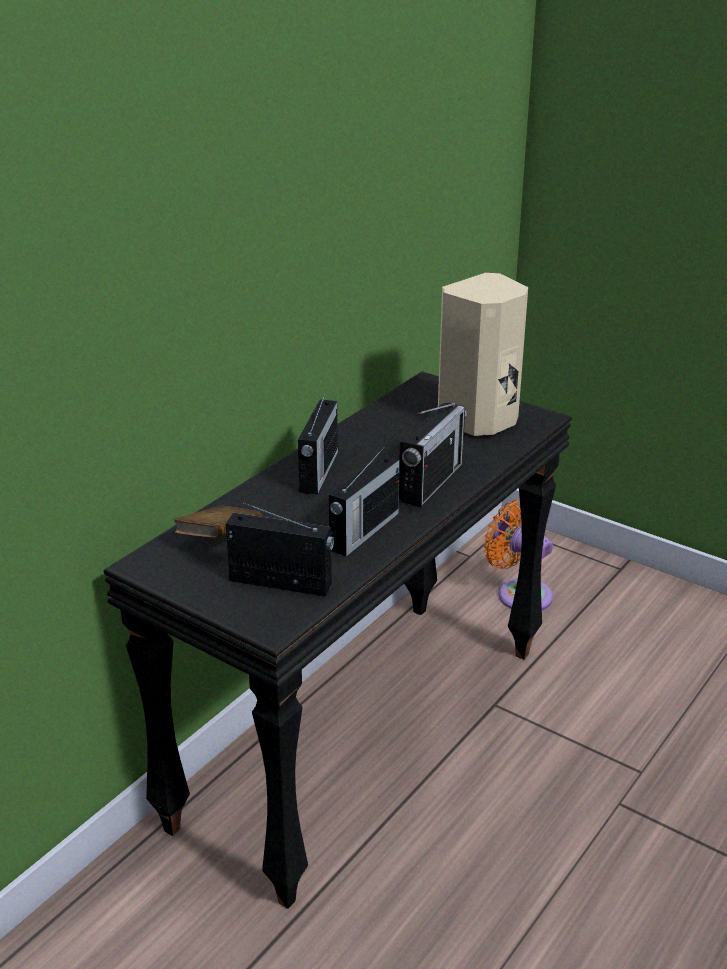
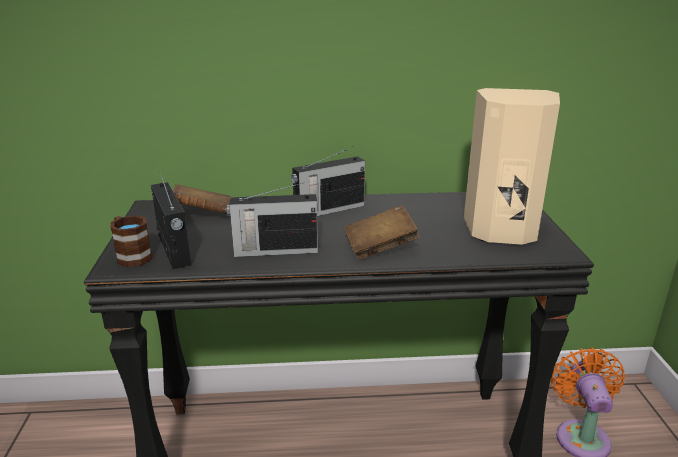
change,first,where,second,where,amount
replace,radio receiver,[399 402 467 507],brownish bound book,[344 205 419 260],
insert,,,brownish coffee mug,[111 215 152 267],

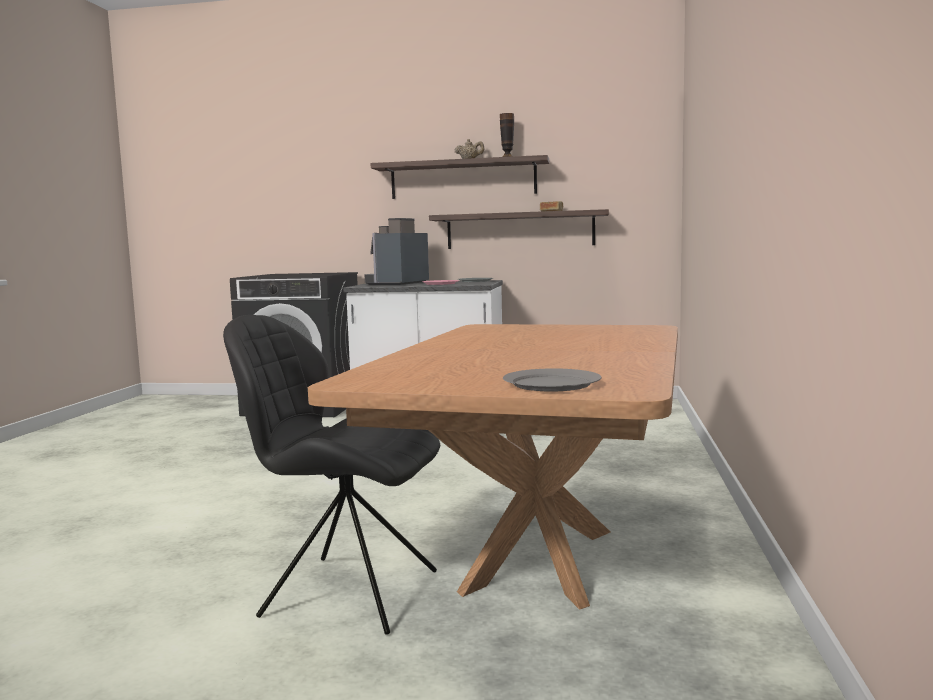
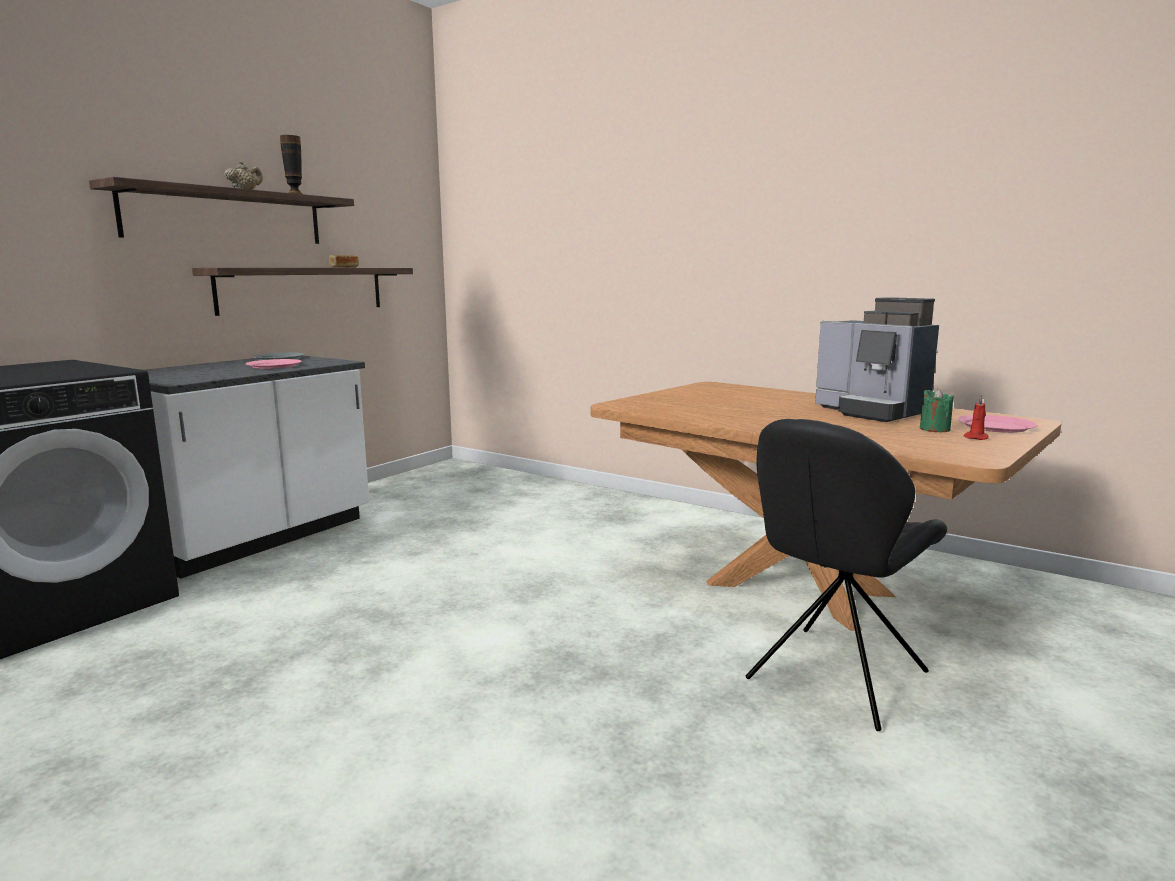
change,first,where,second,where,amount
move,coffee maker,[364 218 429 285],,[815 297 939 422],
recolor,greyish dinner plate,[503 368 602 391],pinkish dinner plate,[957 415 1037 433],
insert,,,green candle,[920 388 954 432],
insert,,,red-coloured candle,[963 395 989 440],

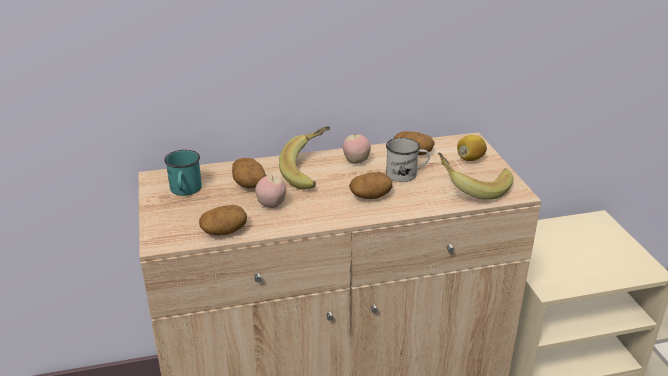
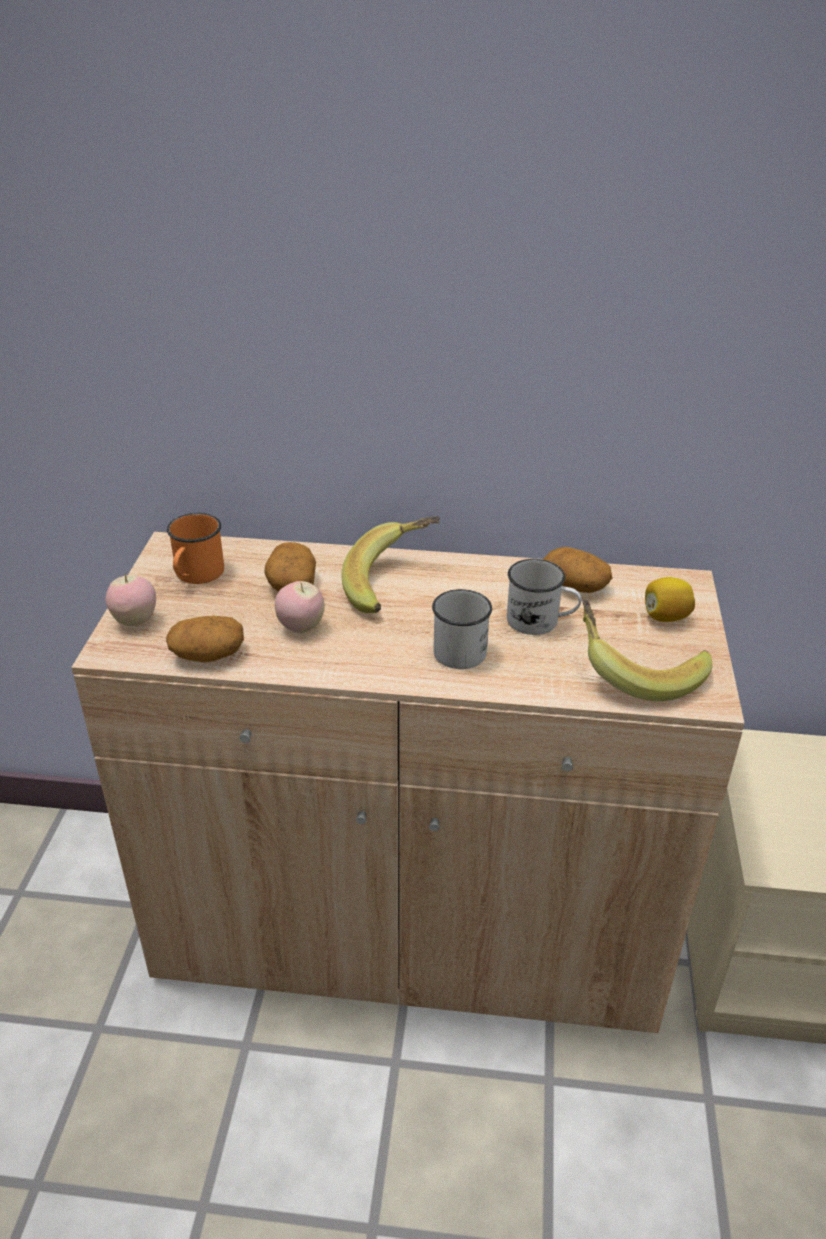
change,first,where,second,where,amount
move,whole apple,[343 132 371 164],,[105 573 156 626],
recolor,turquoise-coloured coffee mug,[164 150 202 196],orange-coloured coffee mug,[167 513 224 584],
replace,potato,[349 172 393 199],white coffee mug,[432 589 492 669],

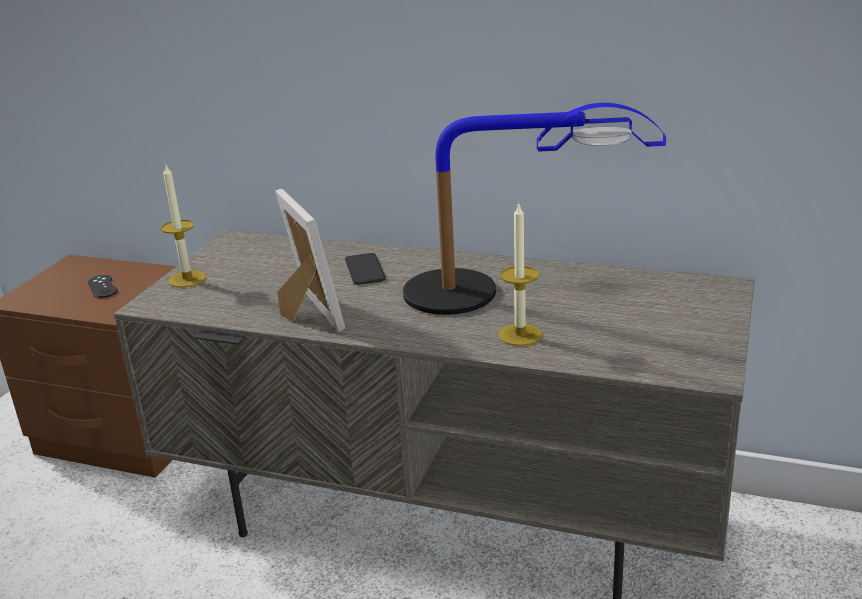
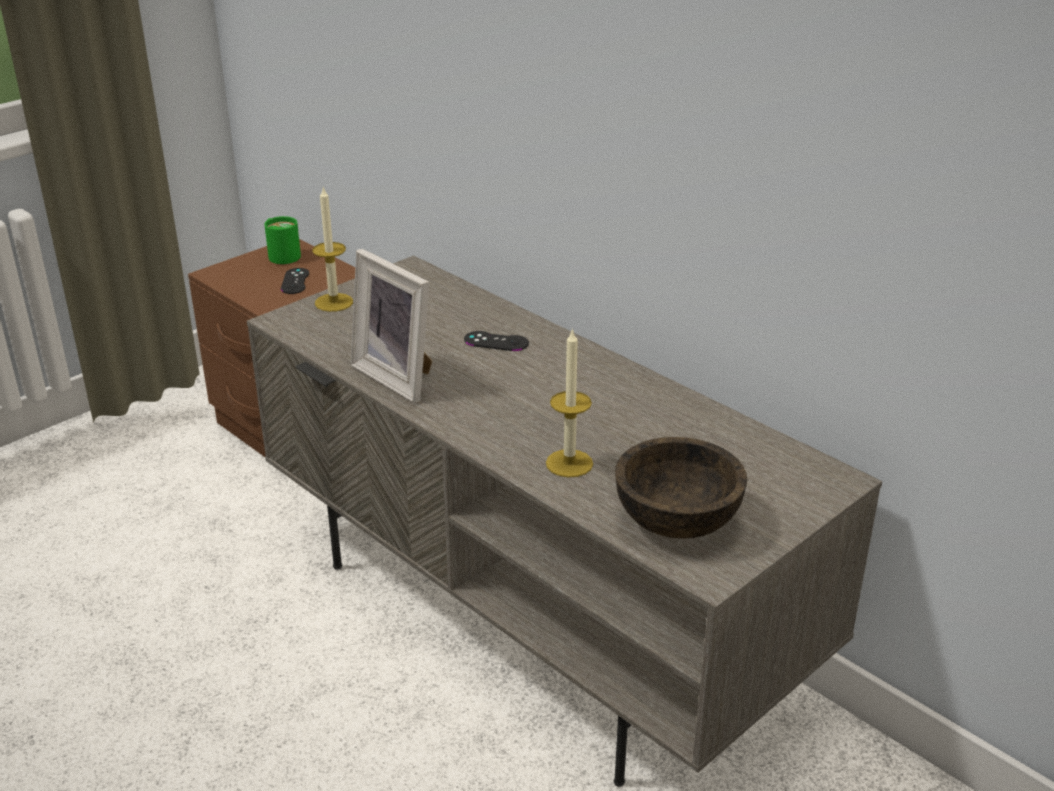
change,first,where,second,where,amount
delete,tabletop lamp,[403 103 666 315],,,
rotate,picture frame,[275 189 345 332],,[351 249 432 403],135 degrees clockwise
replace,telephone,[345 253 386 285],black joypad,[464 331 529 351],
insert,,,green coffee mug,[264 216 301 264],
insert,,,brownish bowl,[615 437 747 539],

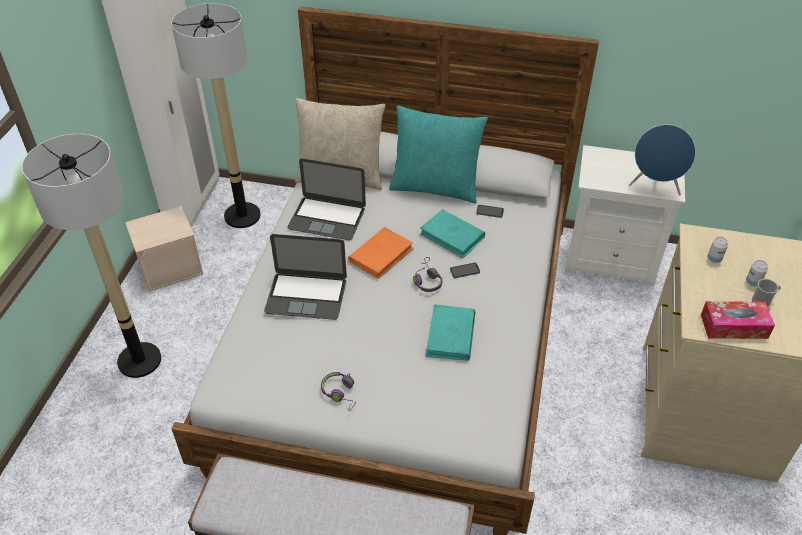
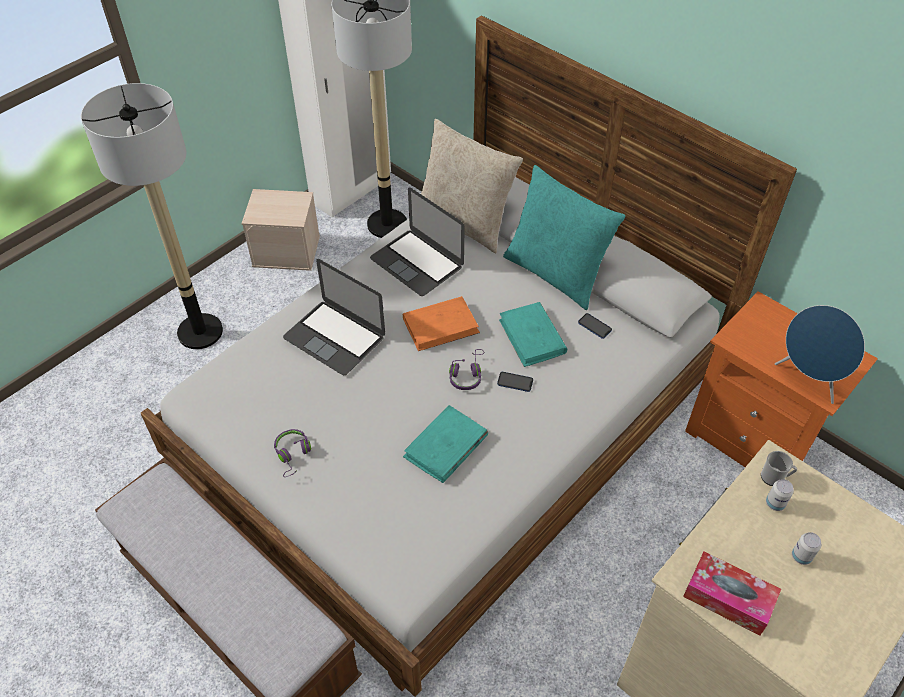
change,first,where,second,where,amount
recolor,white nightstand,[565 145 685 286],orange-coloured nightstand,[685 291 878 467],
move,coffee mug,[752 279 781 307],,[761 451 797 486],

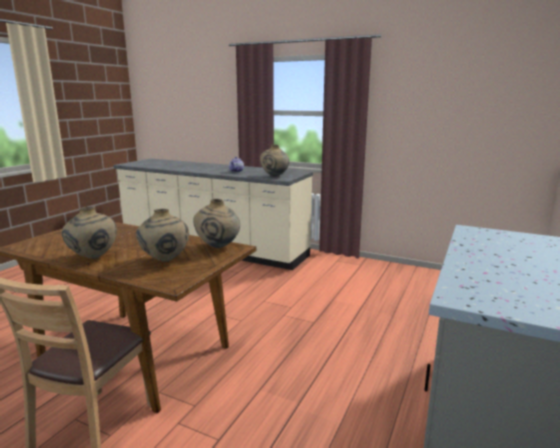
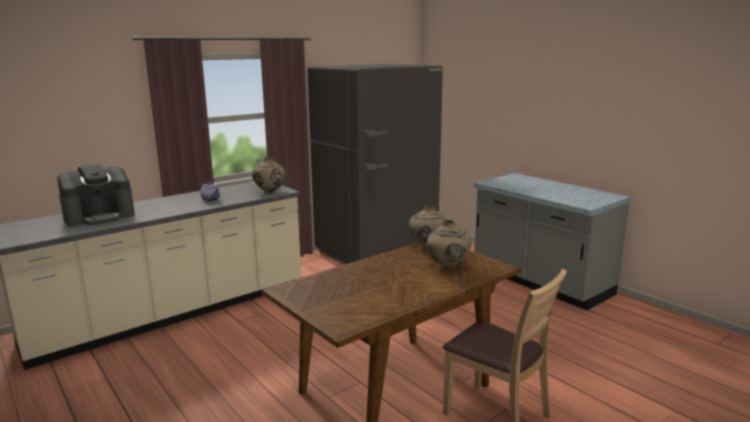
change,first,where,second,where,amount
delete,beige-coloured flower vase,[62 207 117 259],,,
insert,,,greyish fridge,[308 64 443 264],
insert,,,coffee maker,[57 164 135 227],

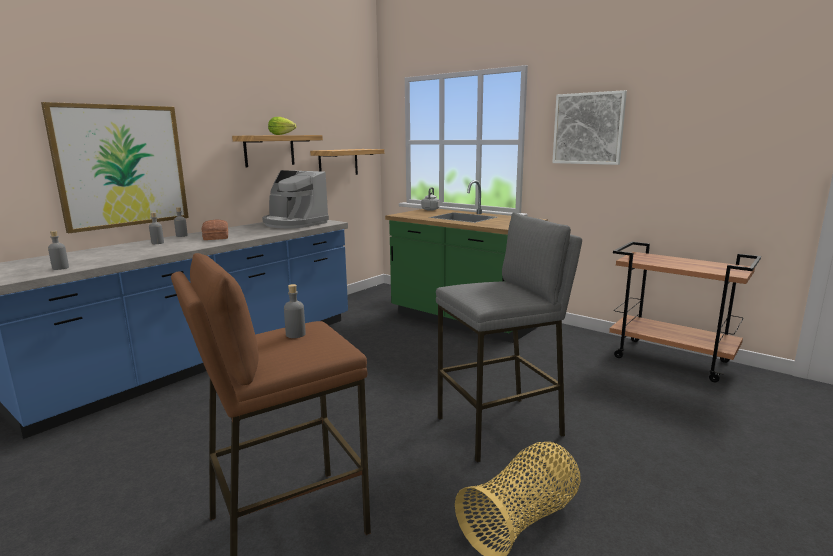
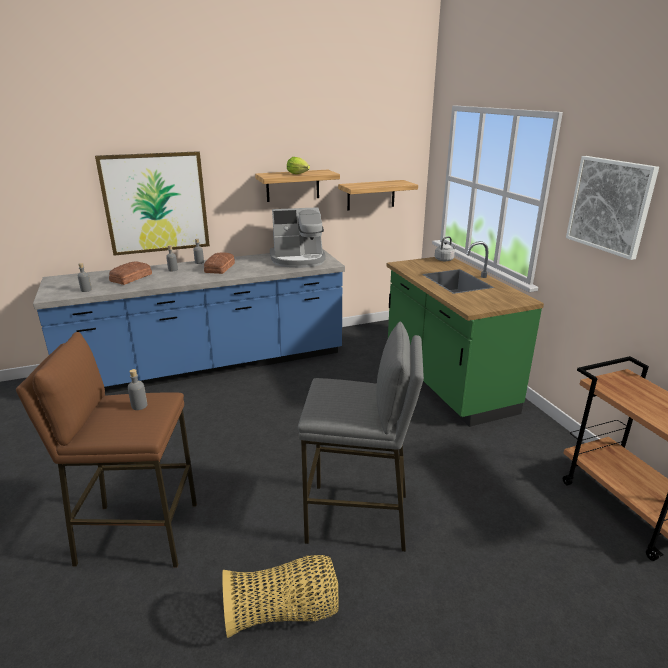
change,first,where,second,where,amount
rotate,coffee maker,[262 170 329 229],,[270 207 326 268],75 degrees counterclockwise
insert,,,baked bread,[109 261 152 285],

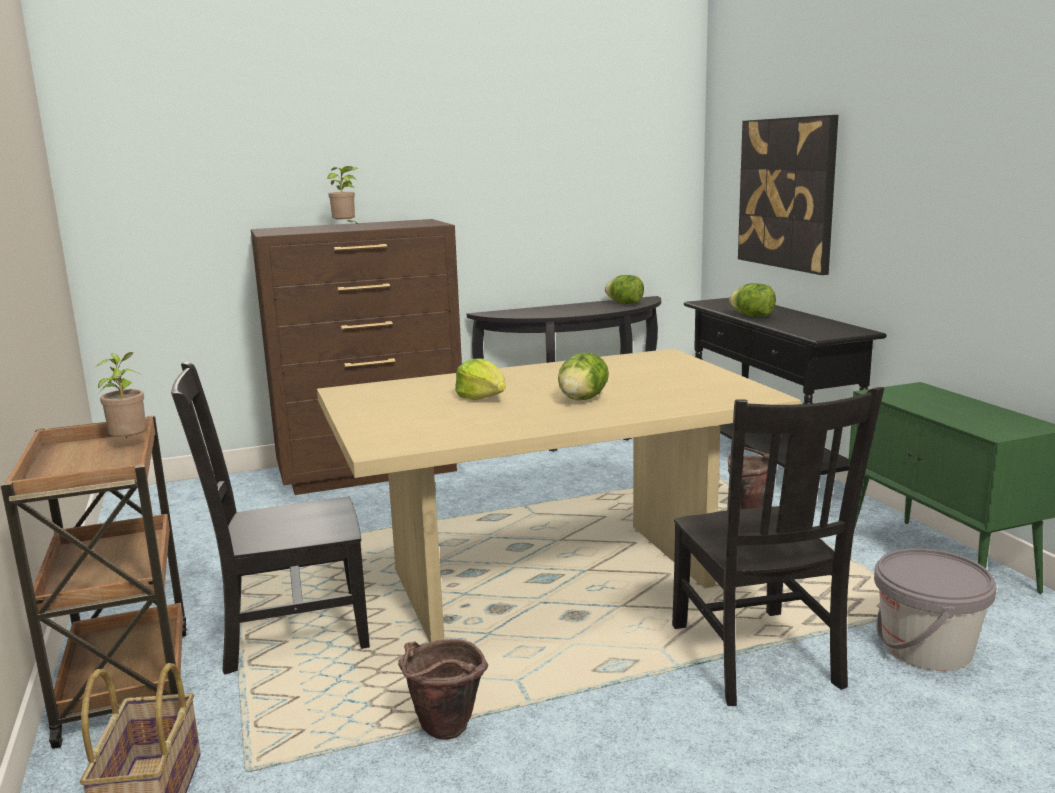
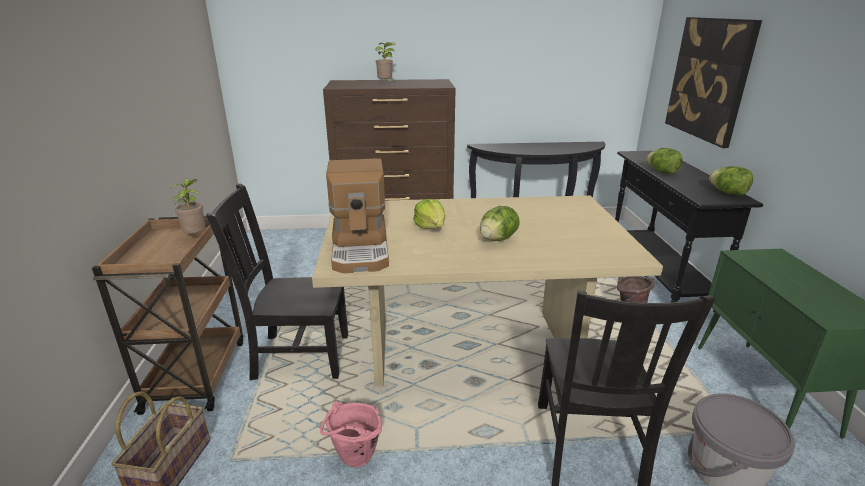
change,first,where,second,where,amount
move,head of lettuce,[605 275 644 304],,[709 166 753 195],
recolor,brownish pail,[398 639 488 740],pinkish pail,[320 402 382 467],
insert,,,coffee maker,[326 158 389 273],

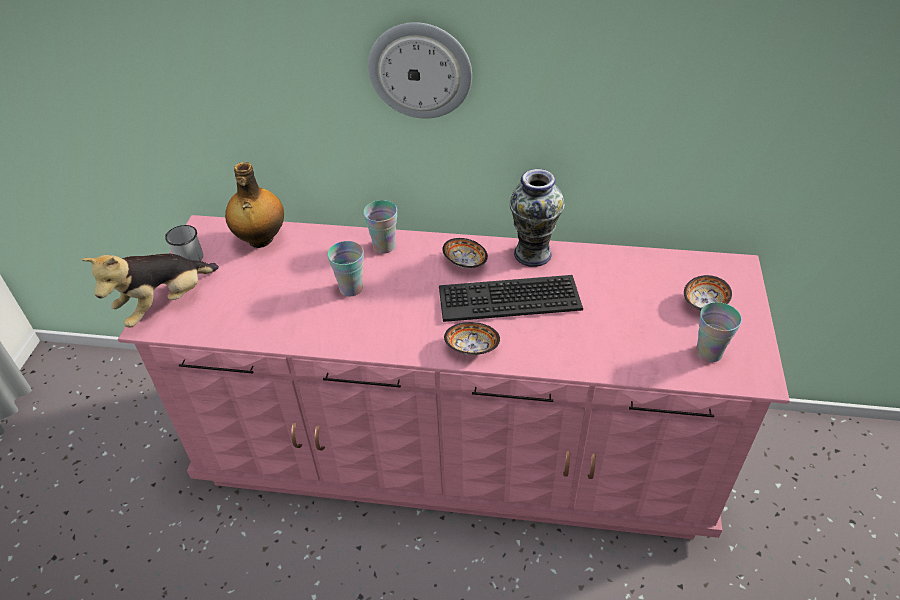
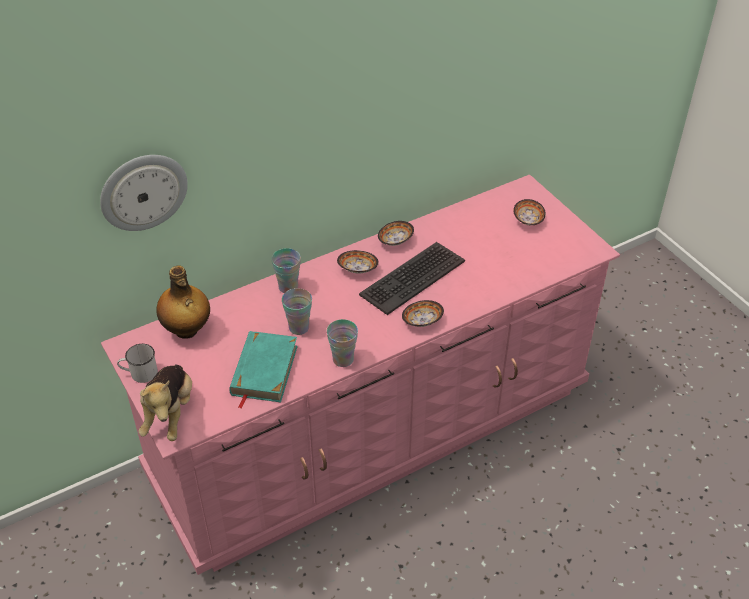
change,first,where,second,where,amount
move,clock on the wall,[368 22 472 118],,[100 155 188 231],
replace,flower vase,[510 169 565 267],bowl,[378 221 414 246],
move,small cup,[696 302 742 362],,[327 319 358 367],
insert,,,turquoise-coloured bound book,[229 331 298 408],

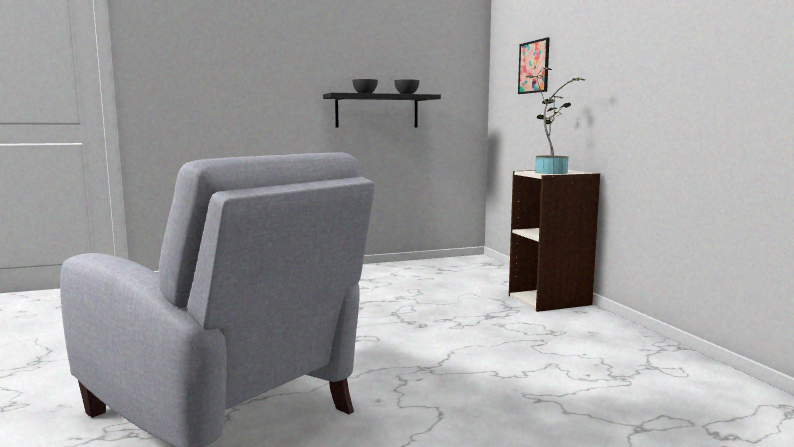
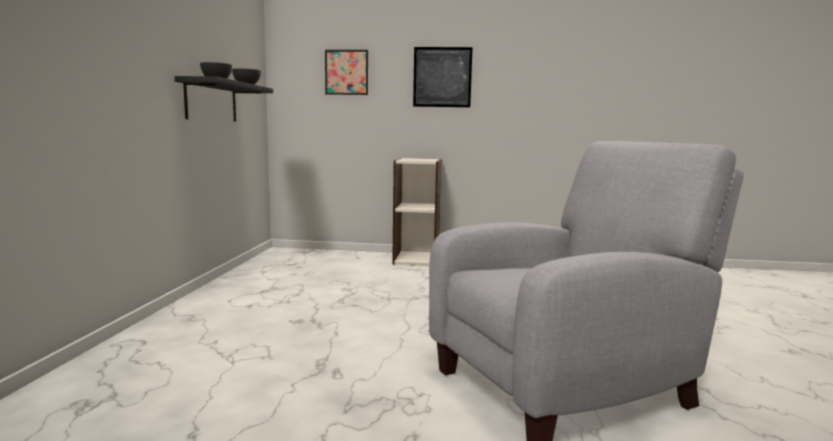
change,first,where,second,where,amount
delete,houseplant,[526 68 585 174],,,
insert,,,wall art,[413 47 473 107],

